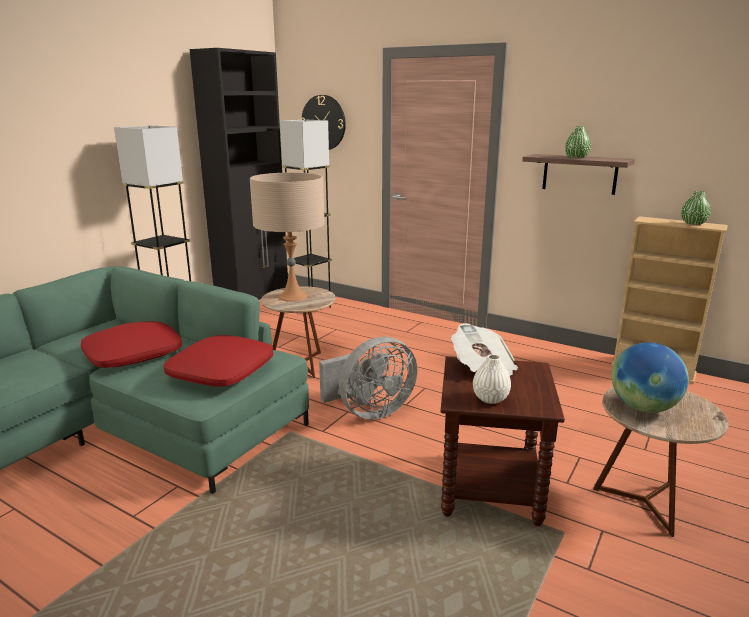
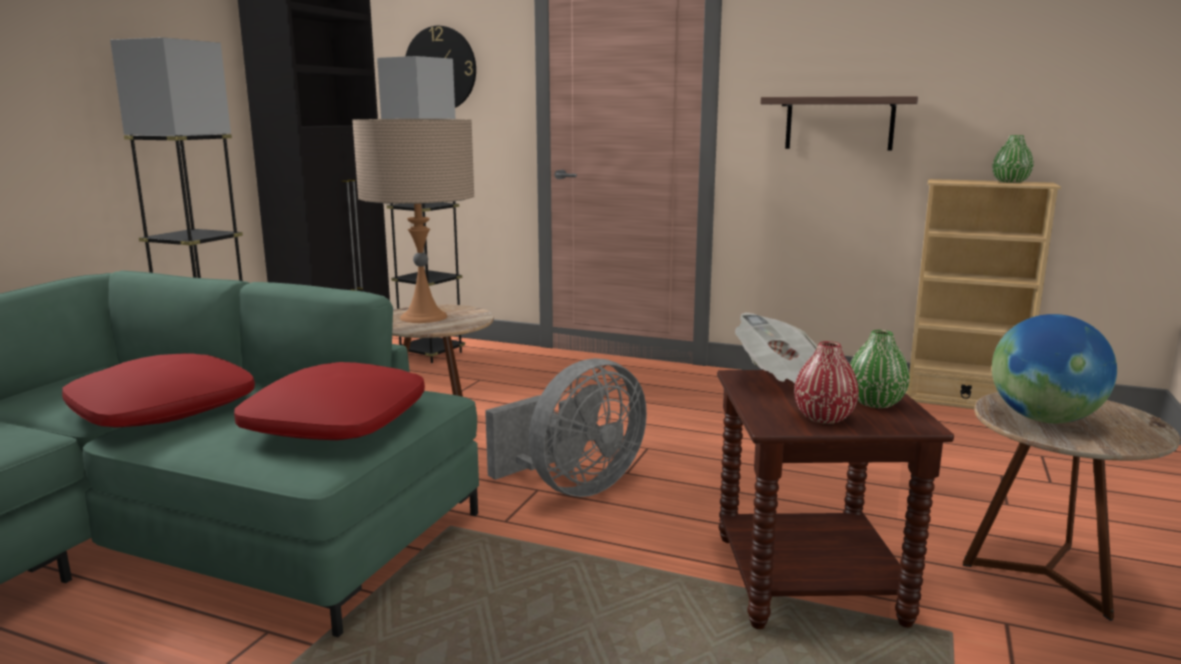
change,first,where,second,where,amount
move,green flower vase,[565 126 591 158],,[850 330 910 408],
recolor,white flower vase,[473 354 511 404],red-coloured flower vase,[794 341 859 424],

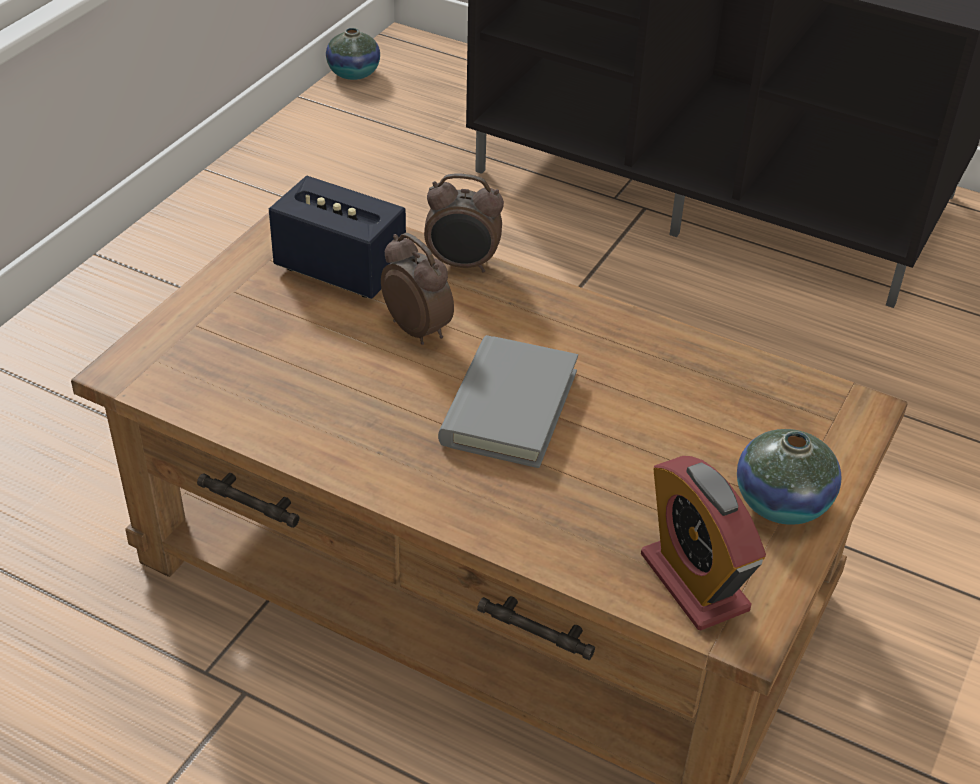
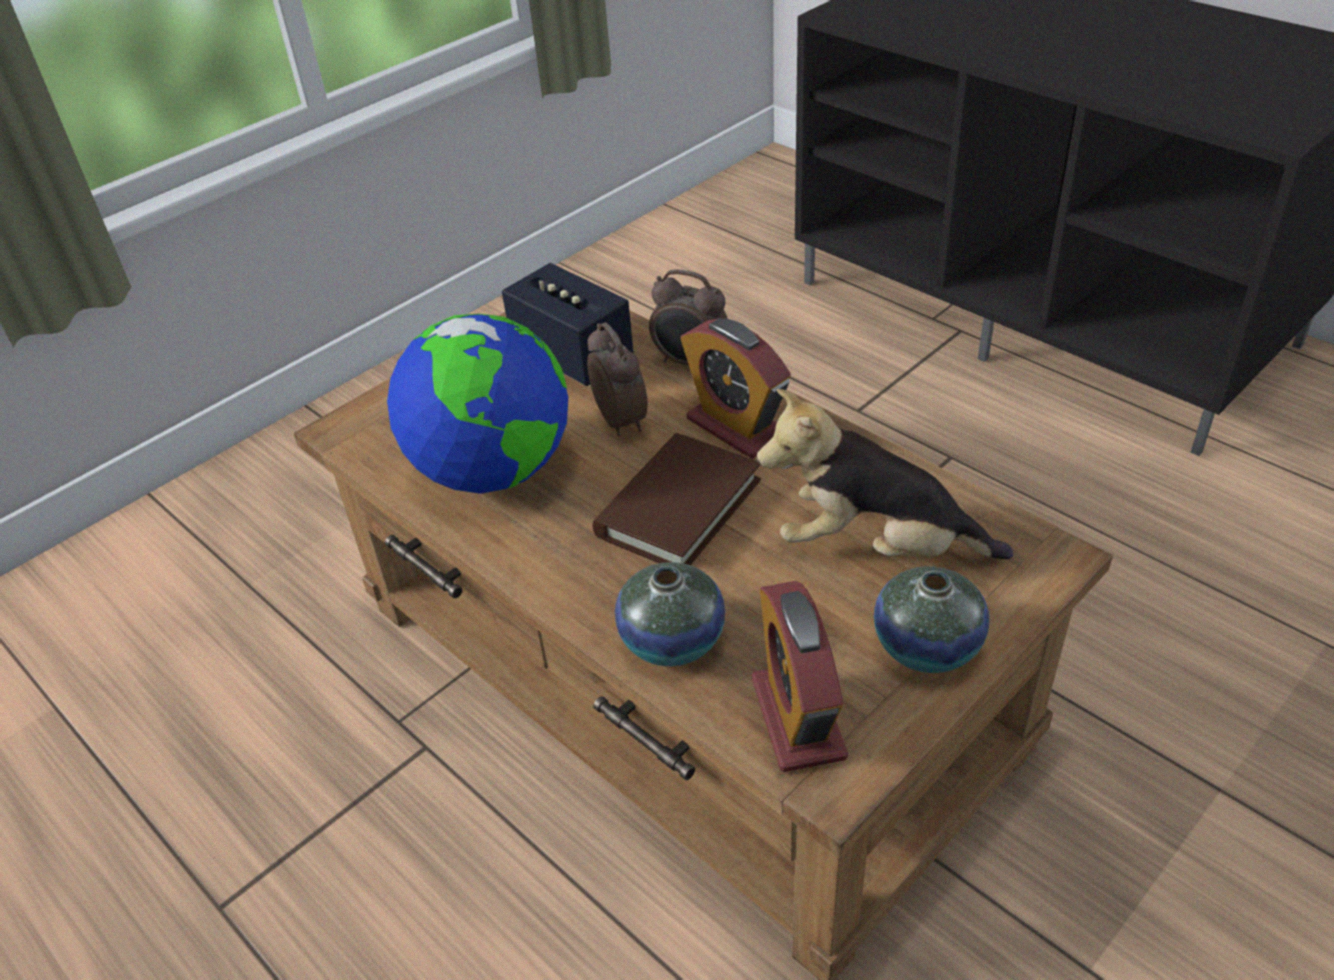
change,first,where,second,where,amount
move,flower vase,[326 28 380 80],,[615 562 725 666],
recolor,greyish bound book,[438 335 578 468],brownish bound book,[592 433 761 565],
insert,,,world globe,[387 314 568 494],
insert,,,bedside clock,[680 318 791 459],
insert,,,soft toy,[757 389 1013 559],

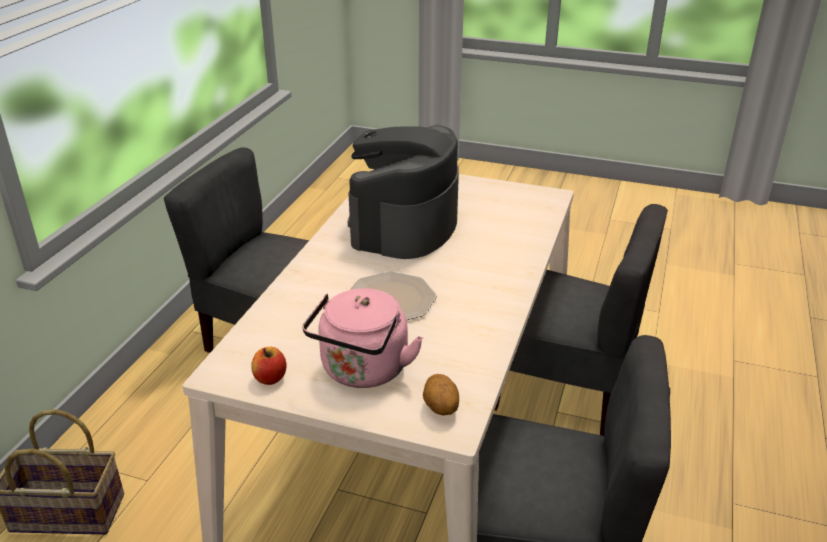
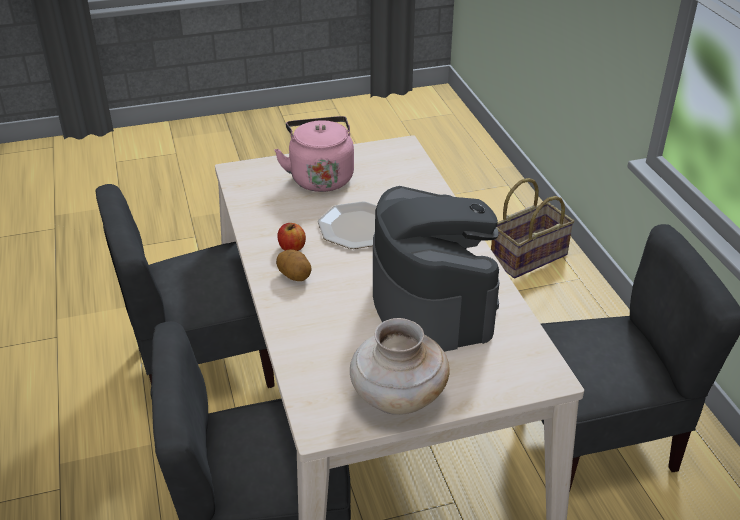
change,first,where,second,where,amount
move,whole apple,[251 347 287 385],,[278 223 306 251],
move,potato,[423 374 459 415],,[276 249 312 281],
insert,,,beige-coloured flower vase,[350 318 450 415],

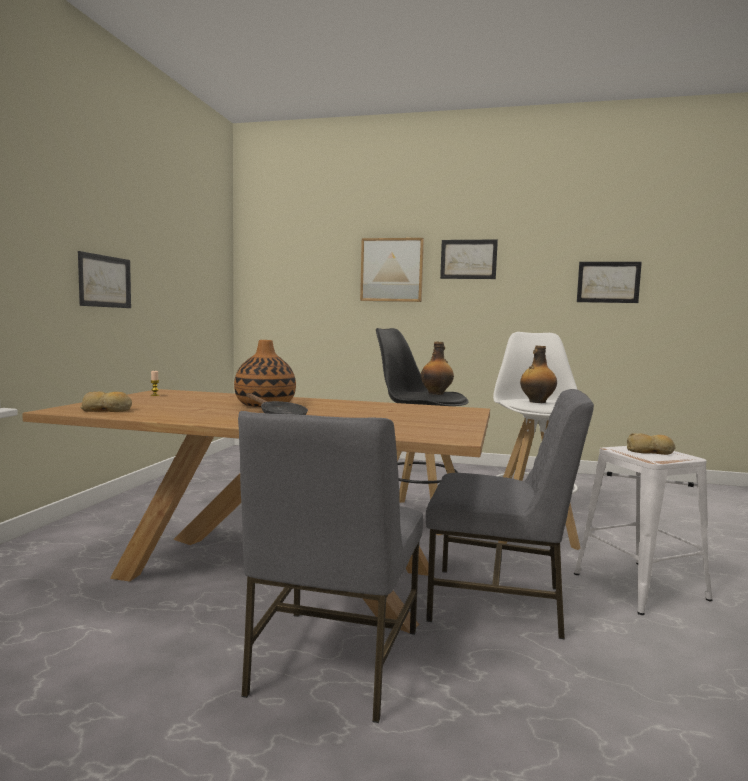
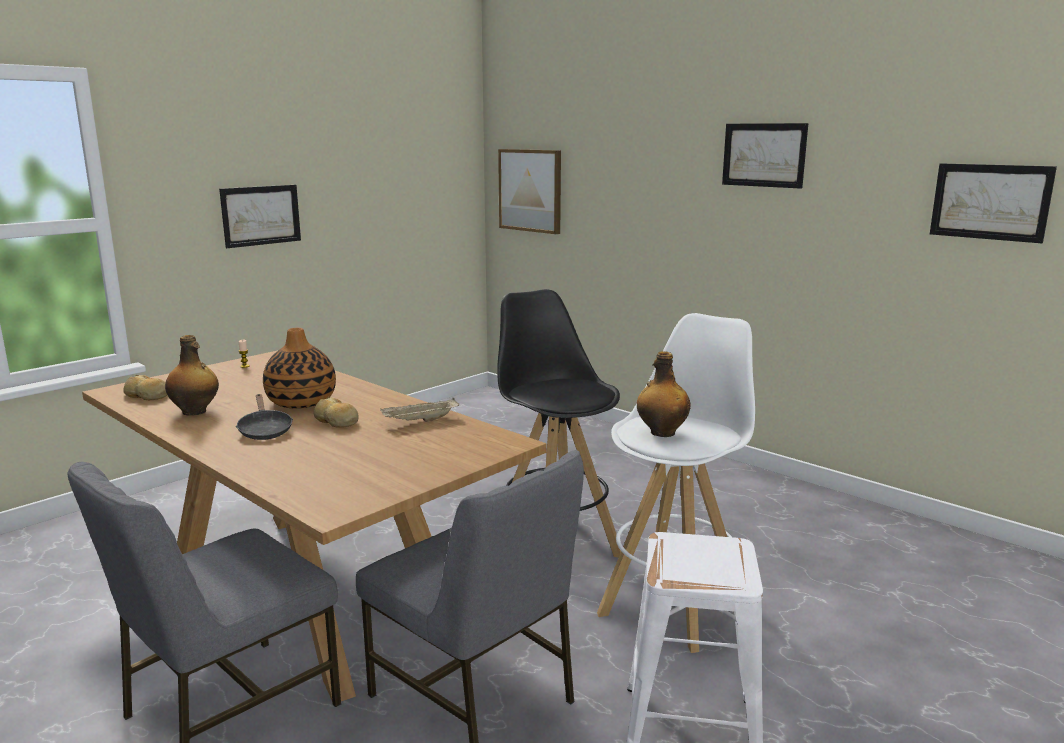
change,first,where,second,where,amount
move,wall art,[360 238 424 302],,[498 149 561 234],
move,beverage bottle,[421 342 454 395],,[165 335 219 416],
move,baked bread,[627 433 676 455],,[313 397 359 428],
insert,,,beige-coloured carrying tray,[380 398 459 422],

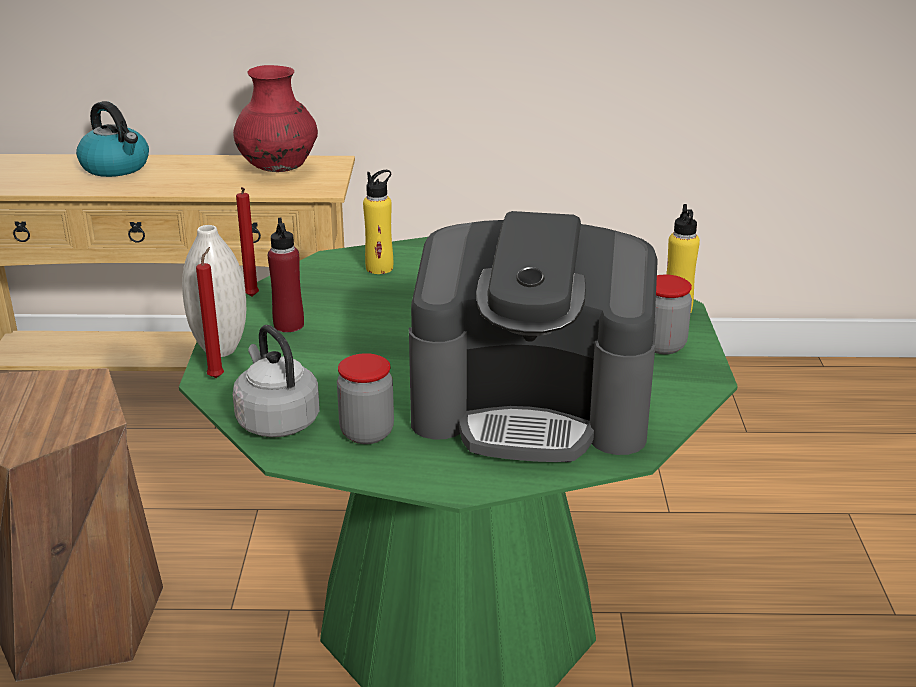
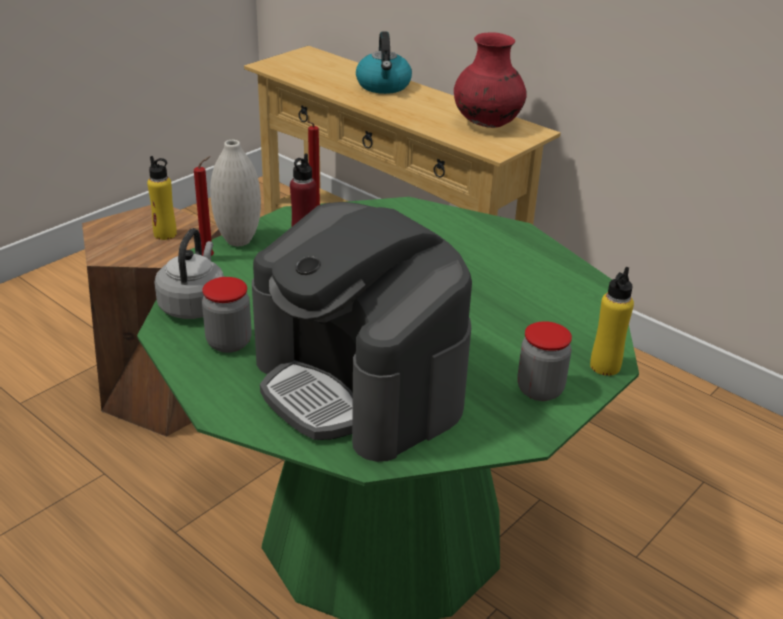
change,first,where,second,where,amount
move,yellow beverage bottle,[363 170 393 274],,[147 156 177 240],

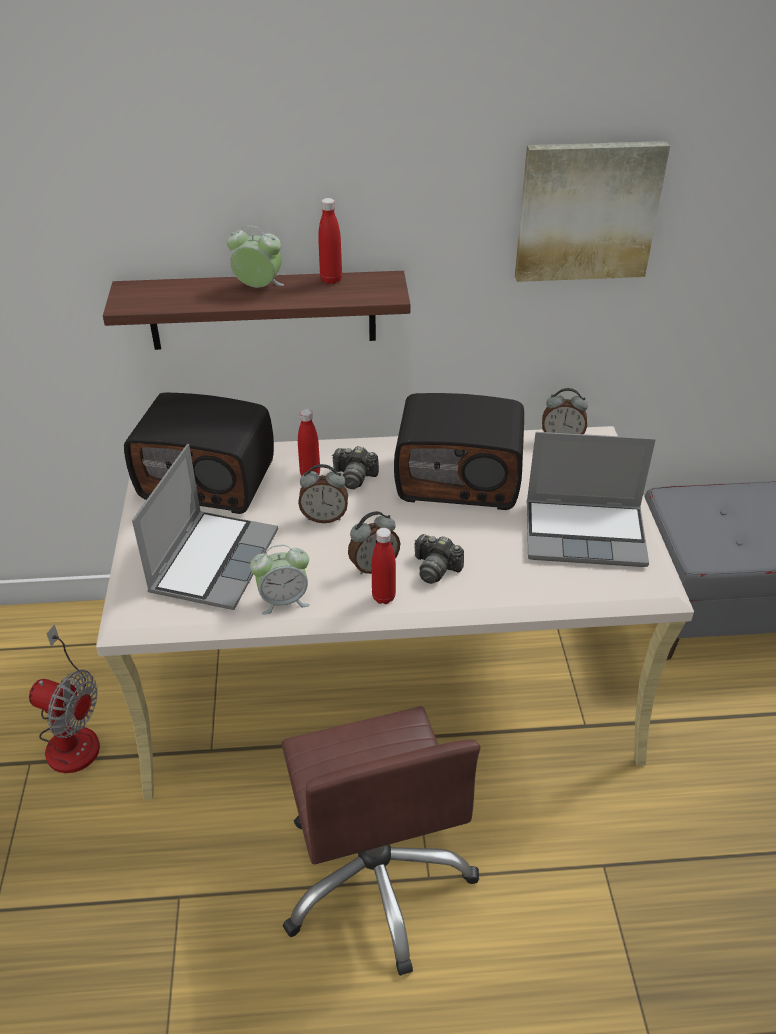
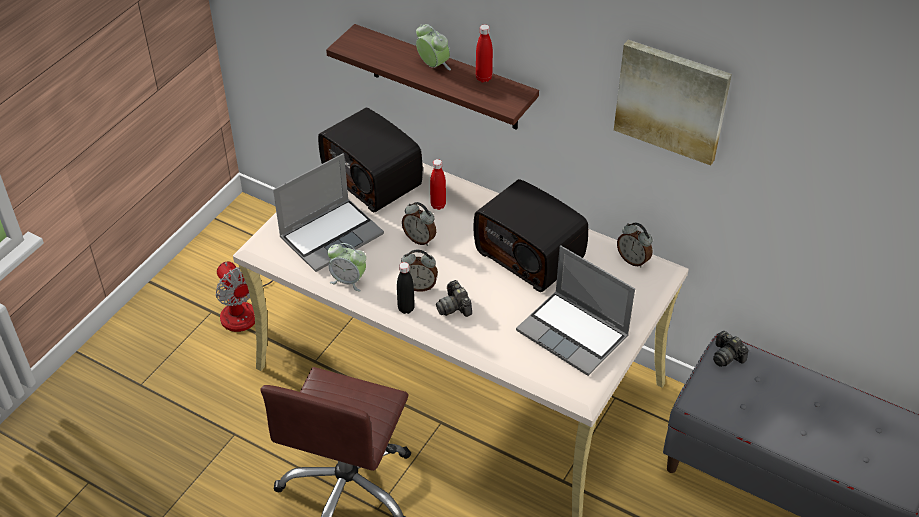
change,first,where,second,where,amount
move,still camera,[332 446 379 489],,[713 331 749 367],
recolor,red-coloured beverage bottle,[372 528 396 604],black beverage bottle,[397 262 415 314],

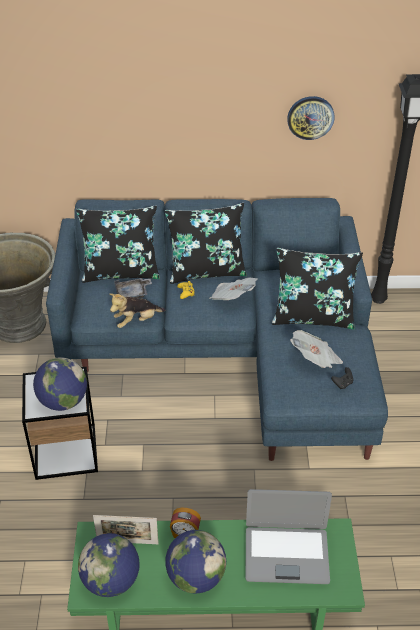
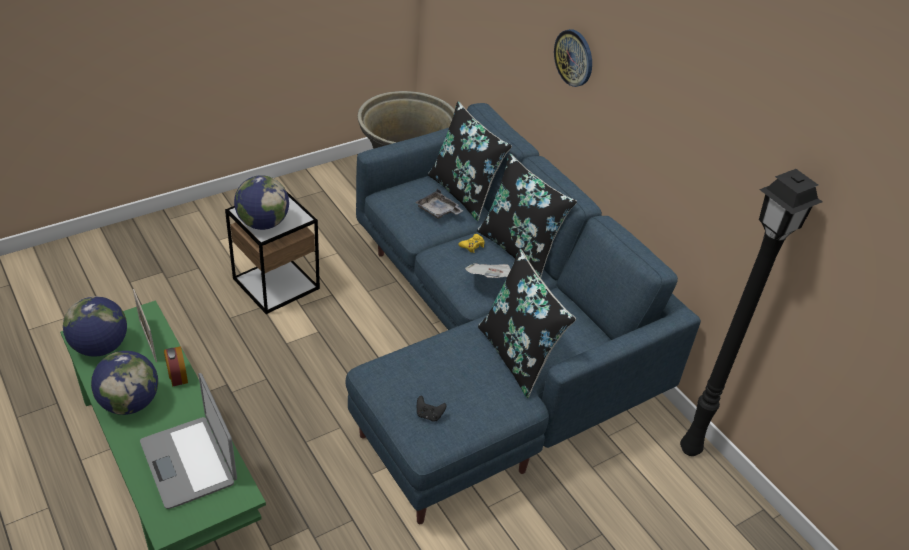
change,first,where,second,where,amount
move,clock on the wall,[287 96 335 140],,[554 29 592 87],
delete,soft toy,[110 293 165 328],,,
delete,newspaper,[290 330 343 368],,,

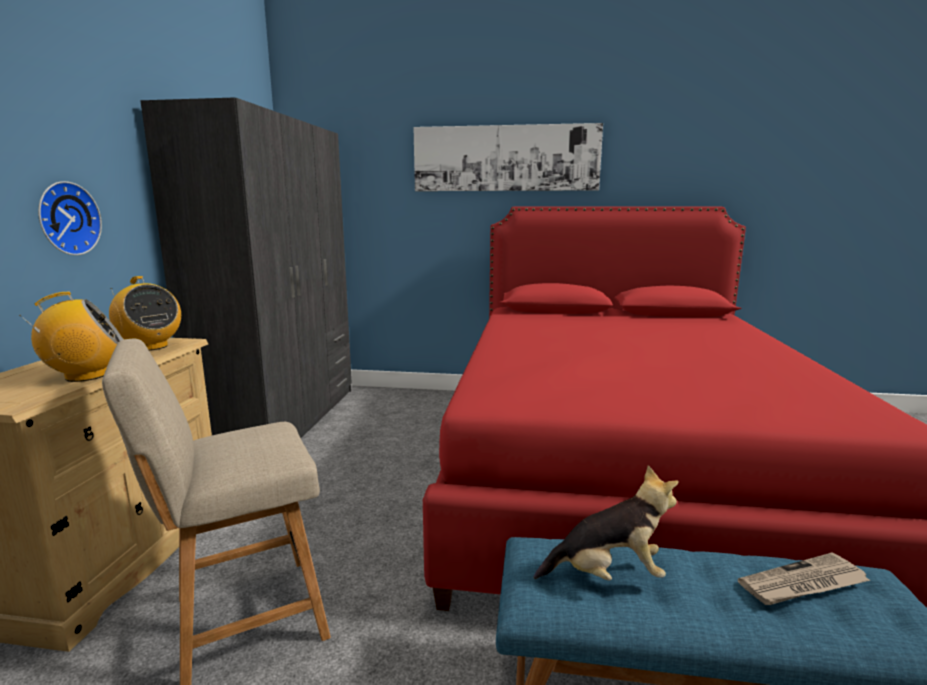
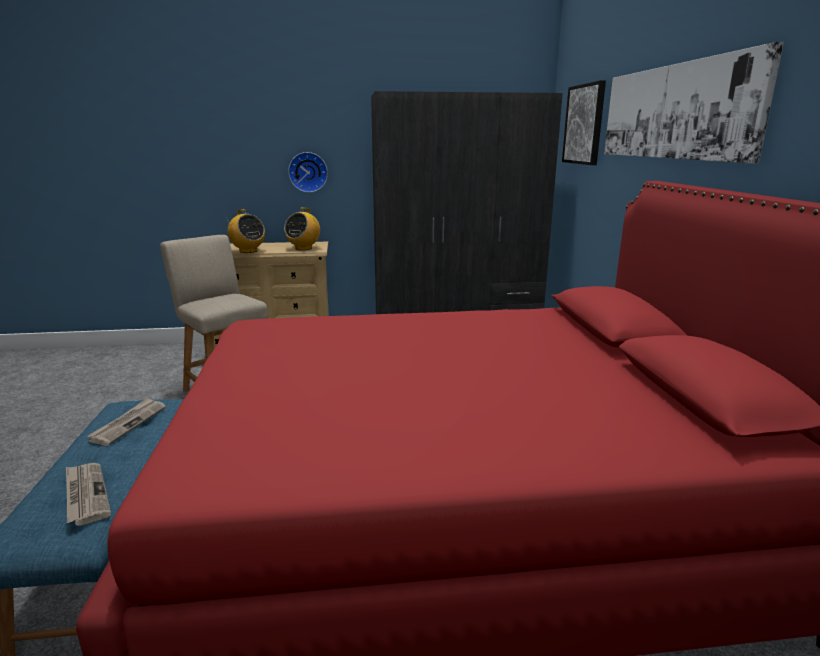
change,first,where,second,where,amount
replace,soft toy,[533 465 679 580],newspaper,[87 398 166 446],
insert,,,wall art,[562 80 606 165],

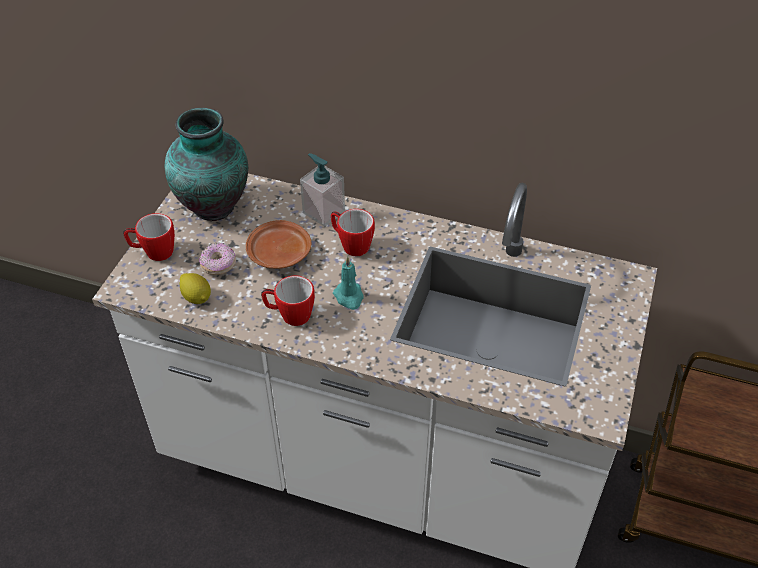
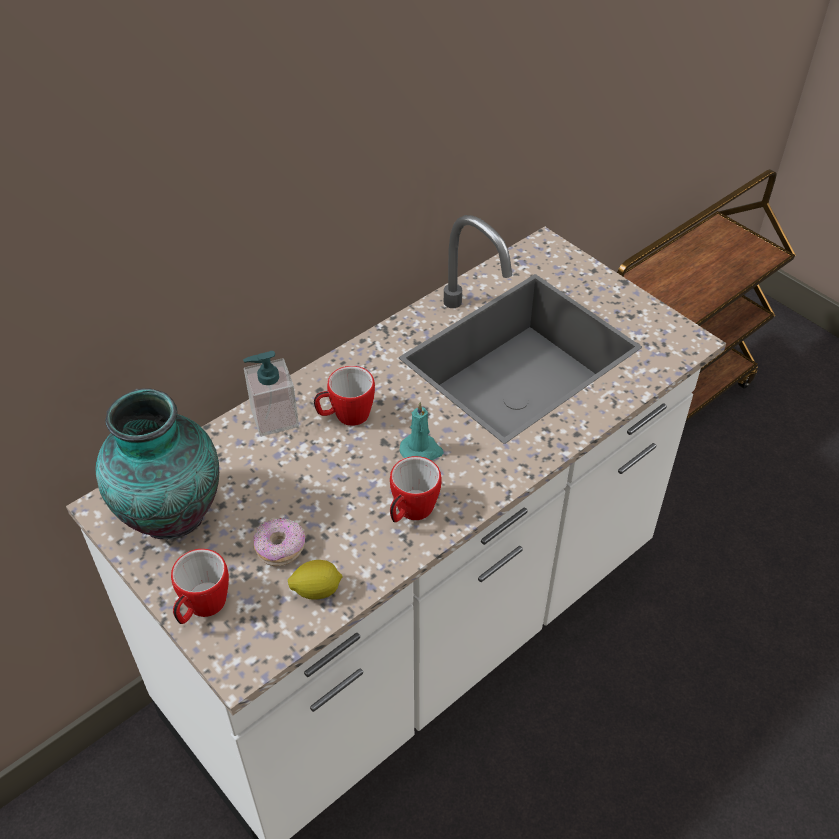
change,first,where,second,where,amount
delete,brownish dinner plate,[246 220 311 269],,,

